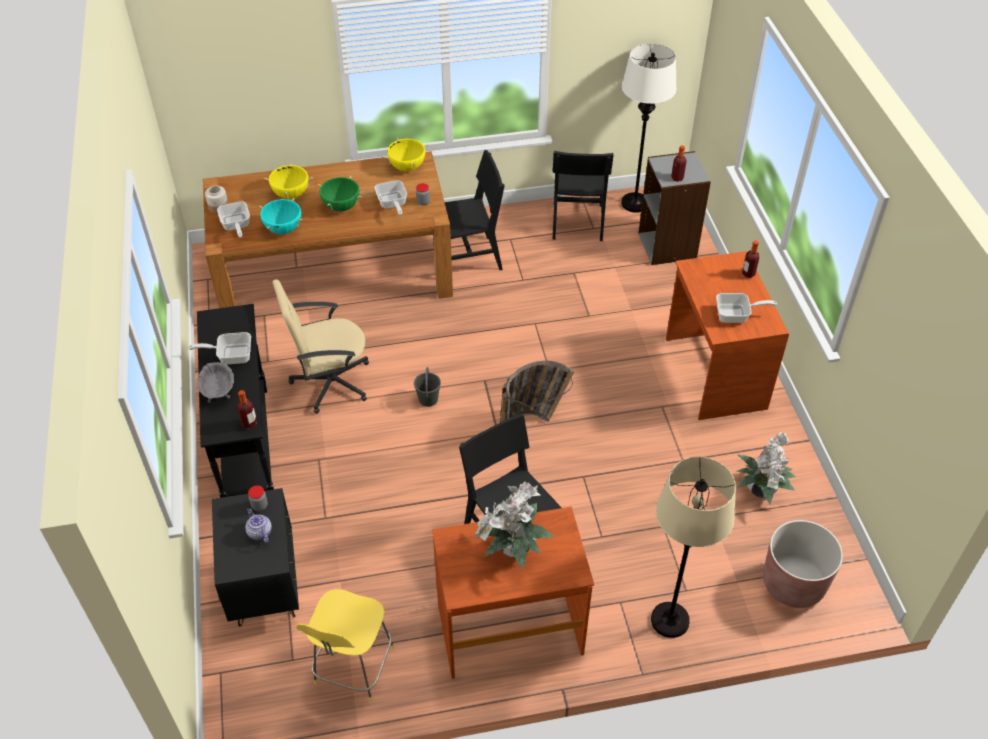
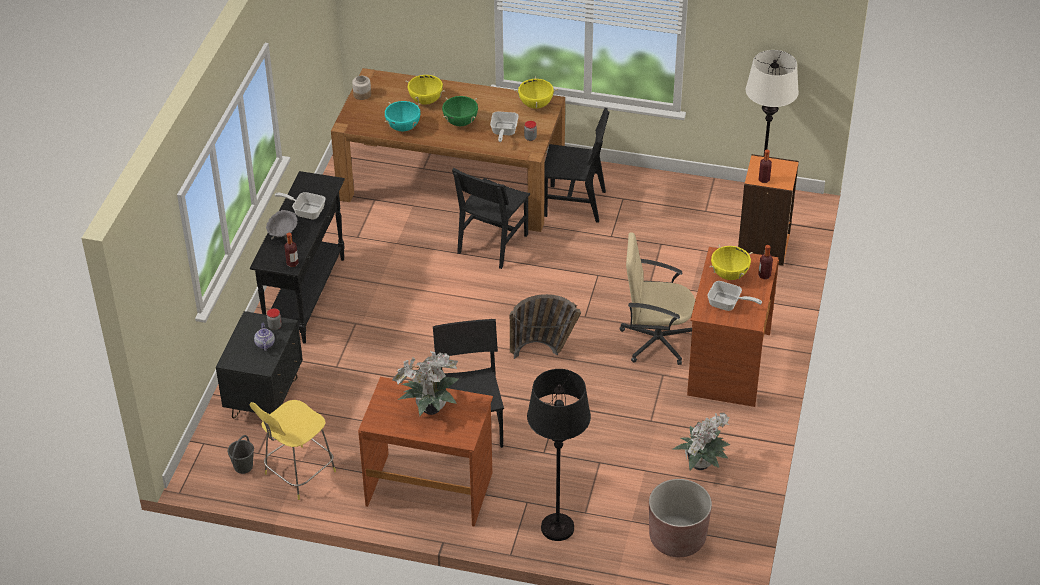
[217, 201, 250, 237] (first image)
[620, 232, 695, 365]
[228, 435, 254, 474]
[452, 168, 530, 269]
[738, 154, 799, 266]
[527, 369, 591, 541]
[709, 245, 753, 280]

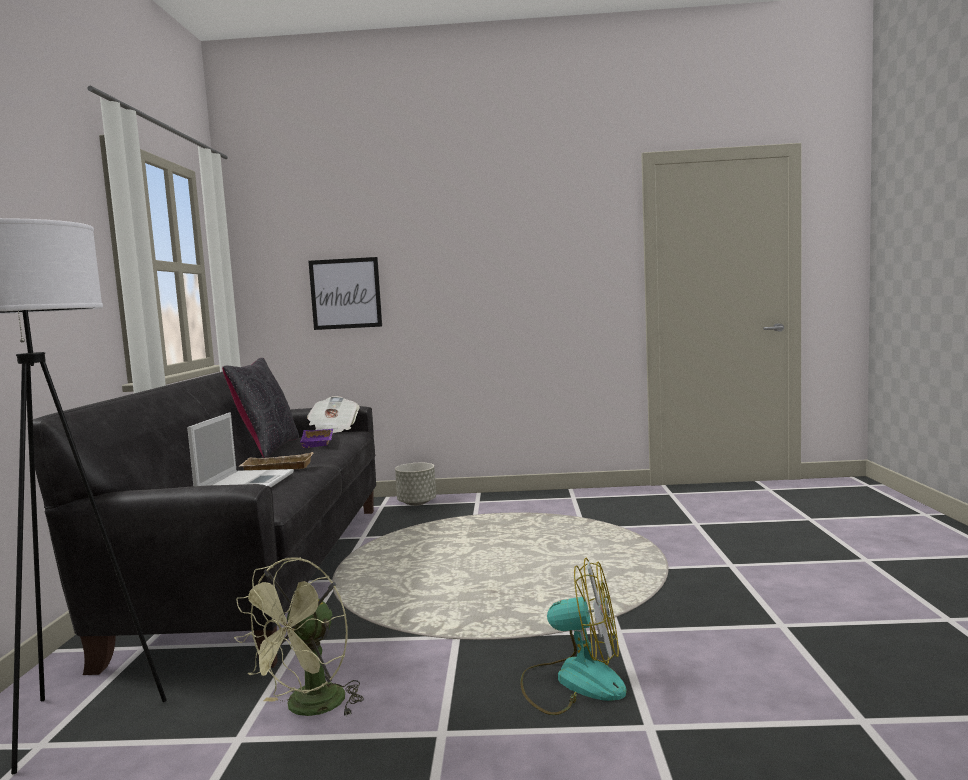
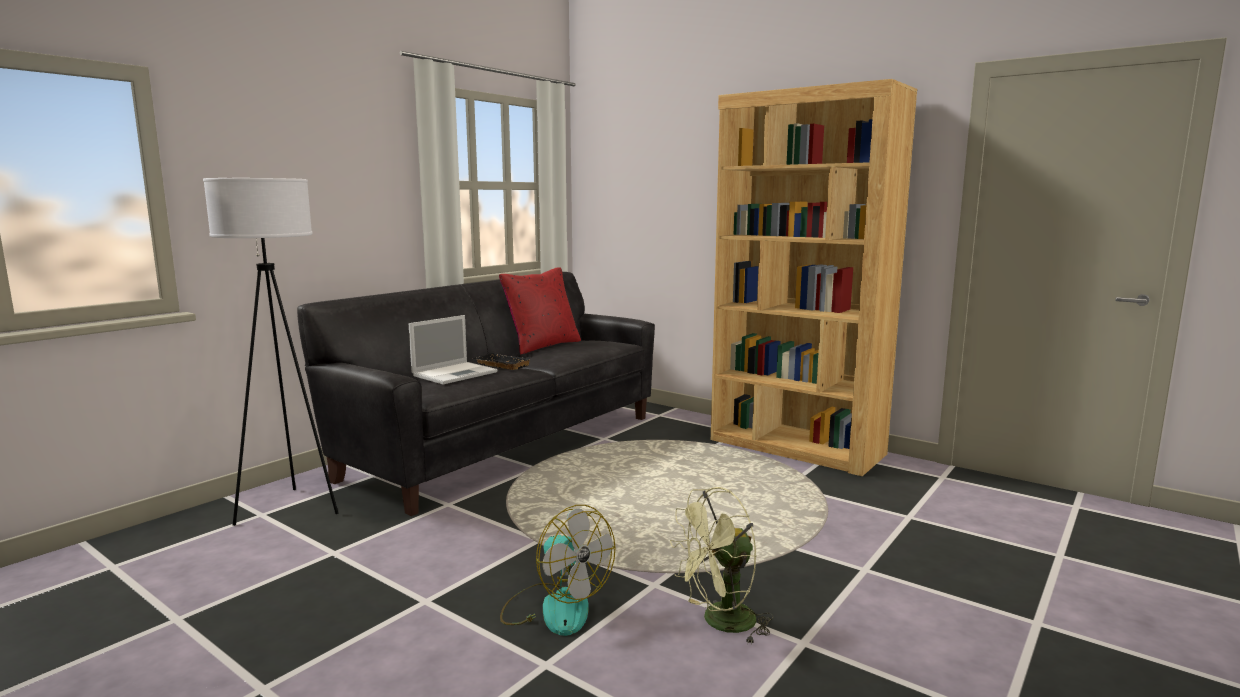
[499, 267, 581, 355]
[670, 487, 774, 645]
[473, 353, 532, 370]
[300, 429, 333, 448] (first image)
[307, 396, 360, 433] (first image)
[309, 257, 382, 330] (first image)
[395, 463, 436, 506] (first image)
[711, 79, 917, 476]

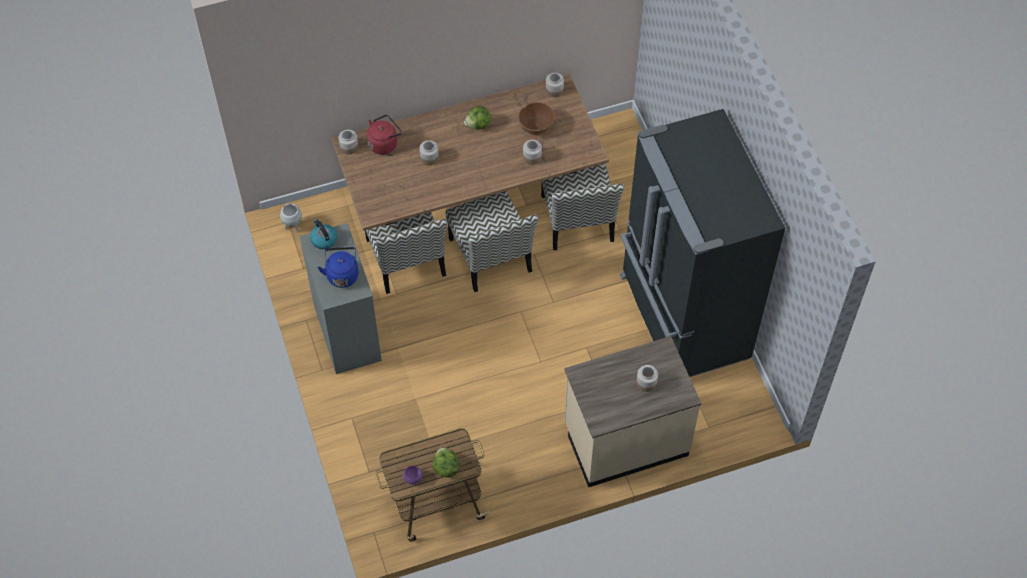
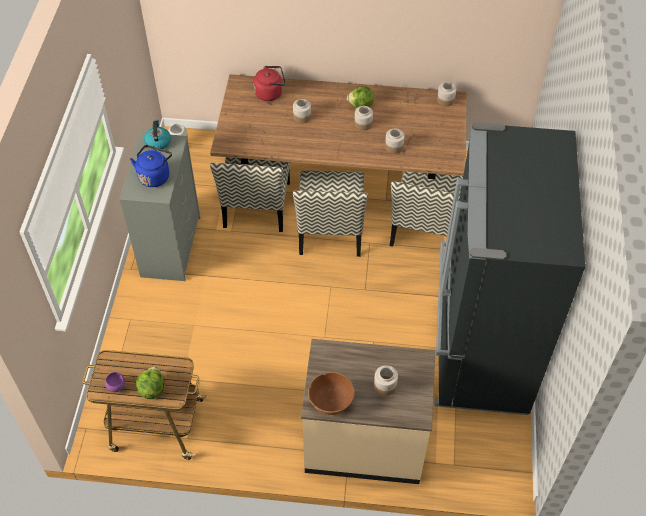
[354, 106, 373, 131]
[308, 372, 355, 415]

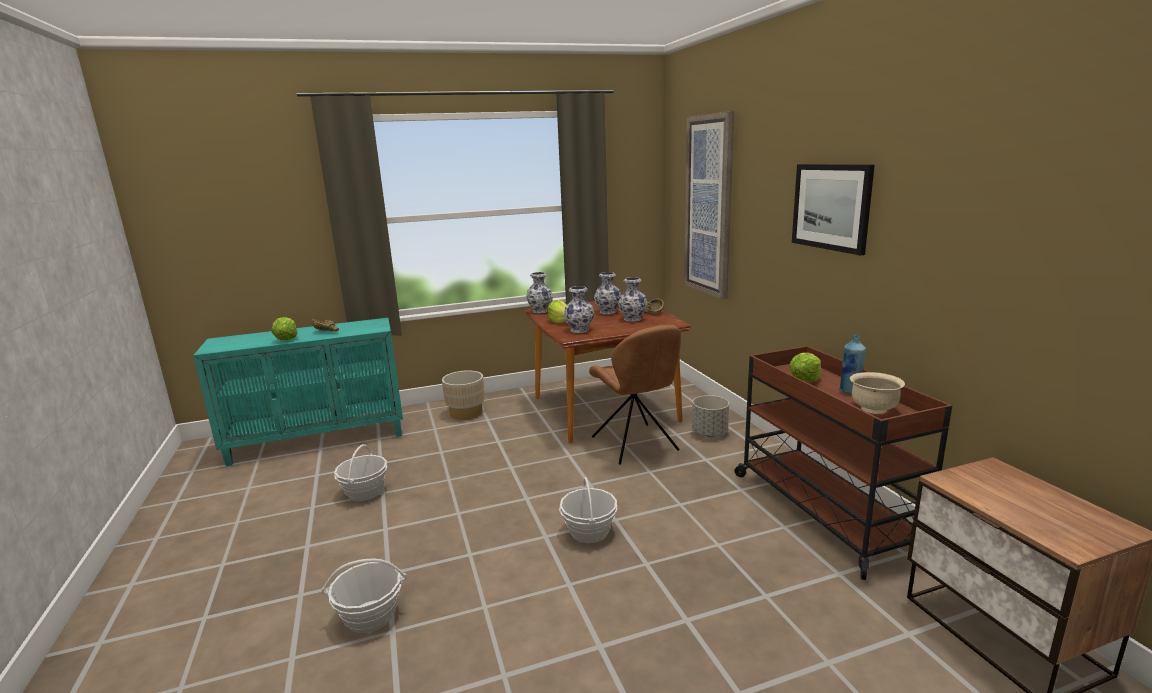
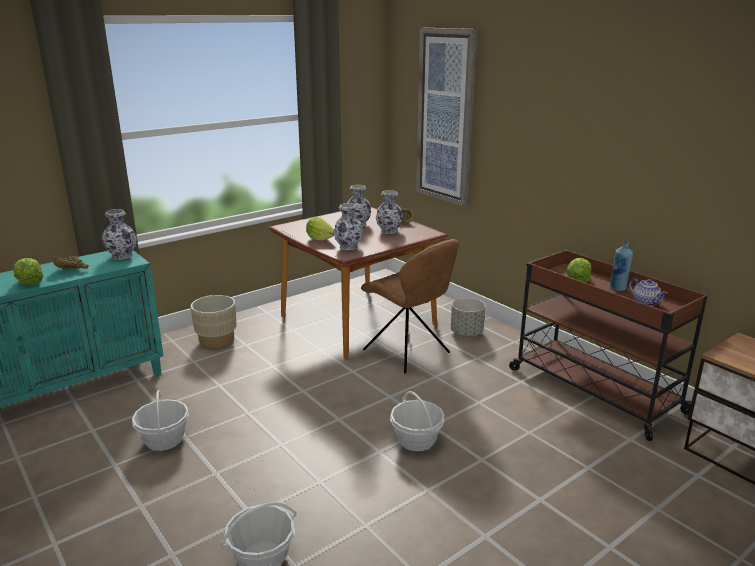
[102, 209, 137, 260]
[792, 164, 875, 255] (first image)
[629, 278, 668, 306]

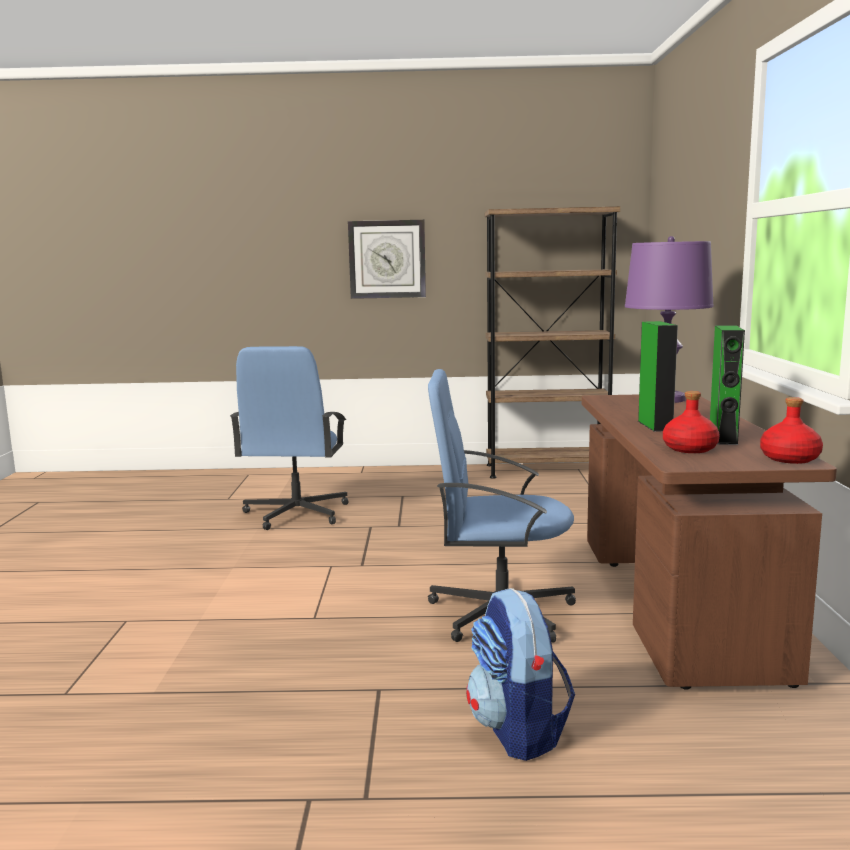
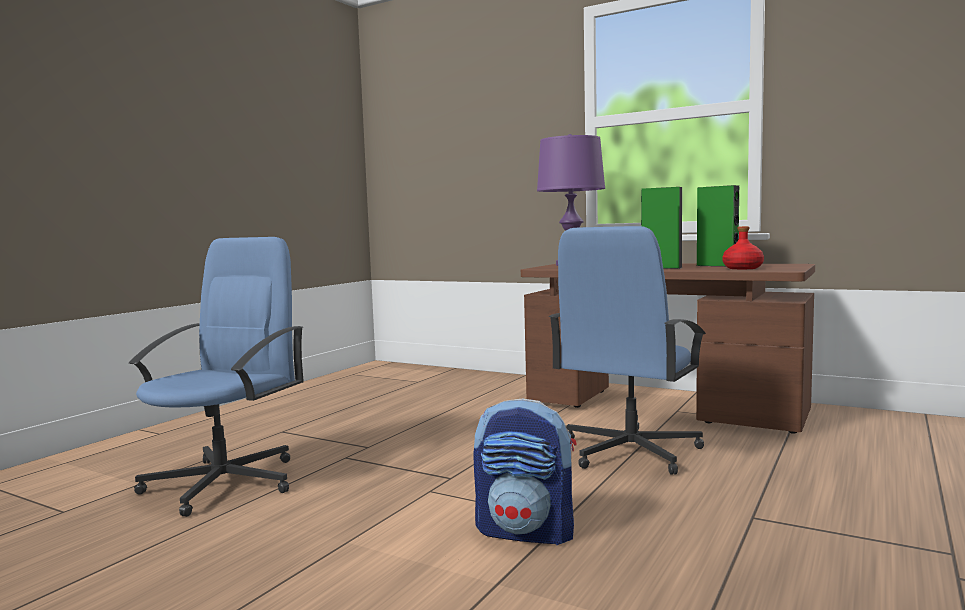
[129, 237, 304, 517]
[348, 220, 426, 299] (first image)
[473, 399, 577, 545]
[485, 207, 620, 479] (first image)
[760, 397, 823, 464] (first image)

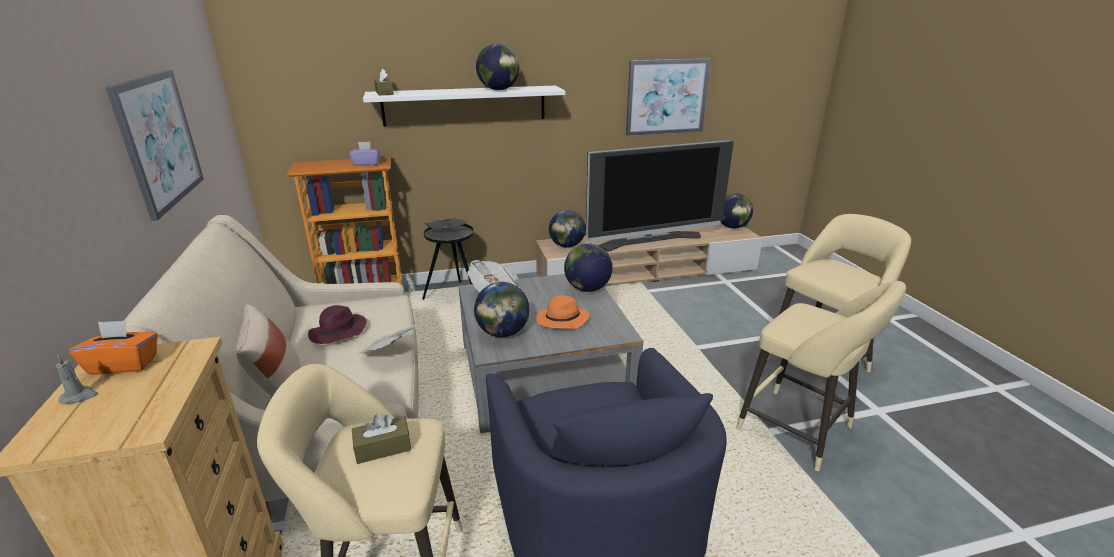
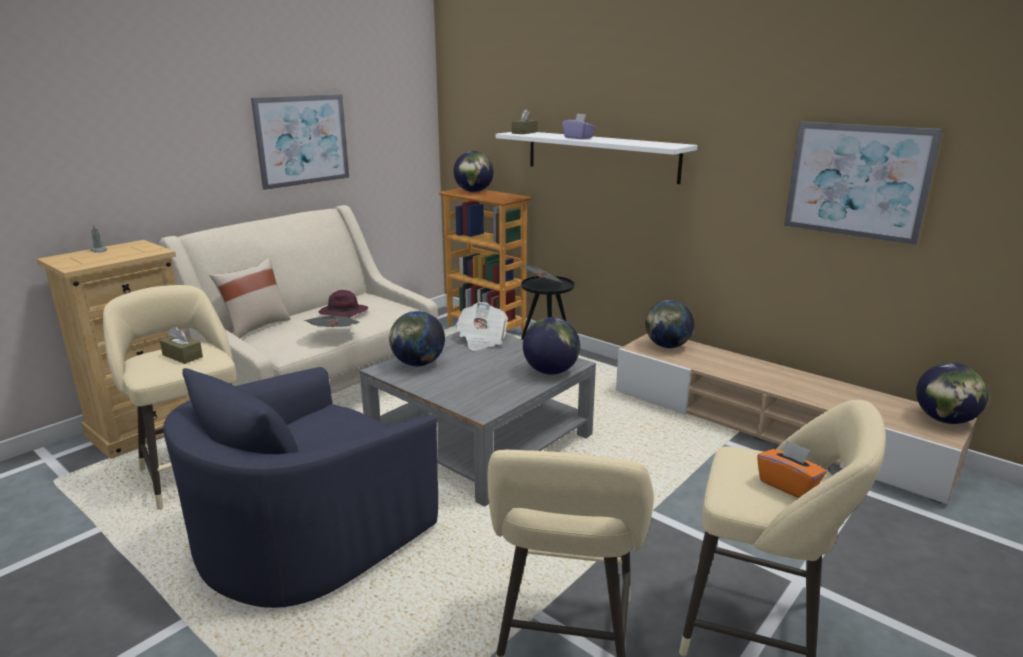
[757, 440, 826, 498]
[562, 113, 596, 139]
[453, 151, 494, 192]
[536, 295, 589, 329] (first image)
[586, 140, 734, 252] (first image)

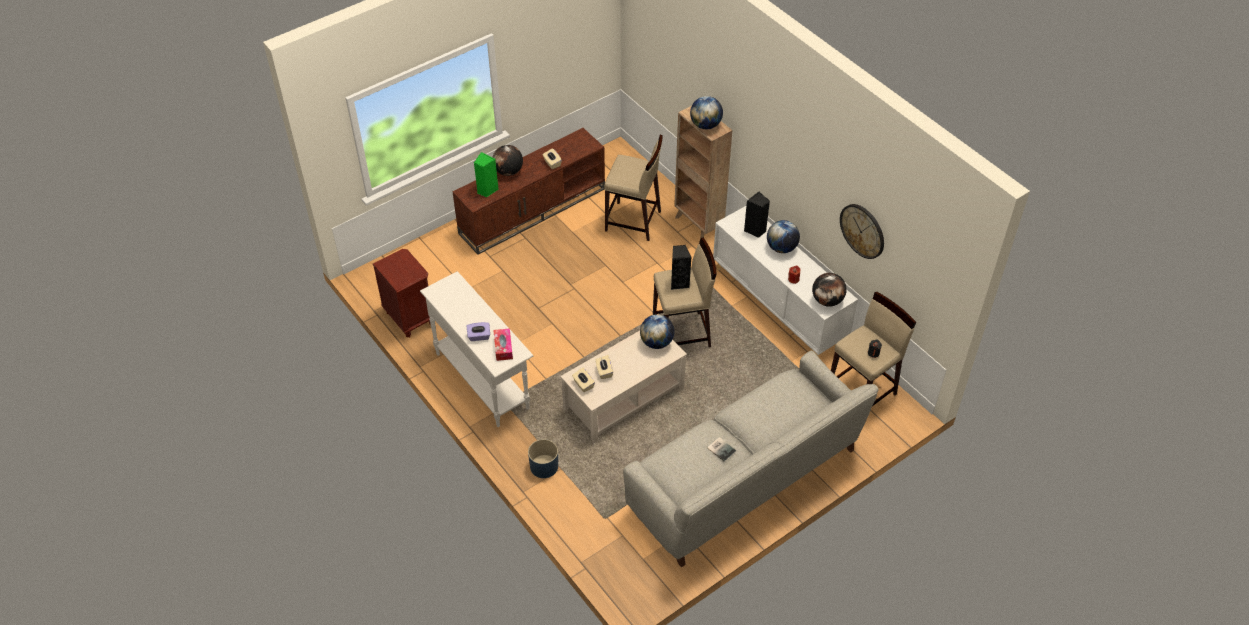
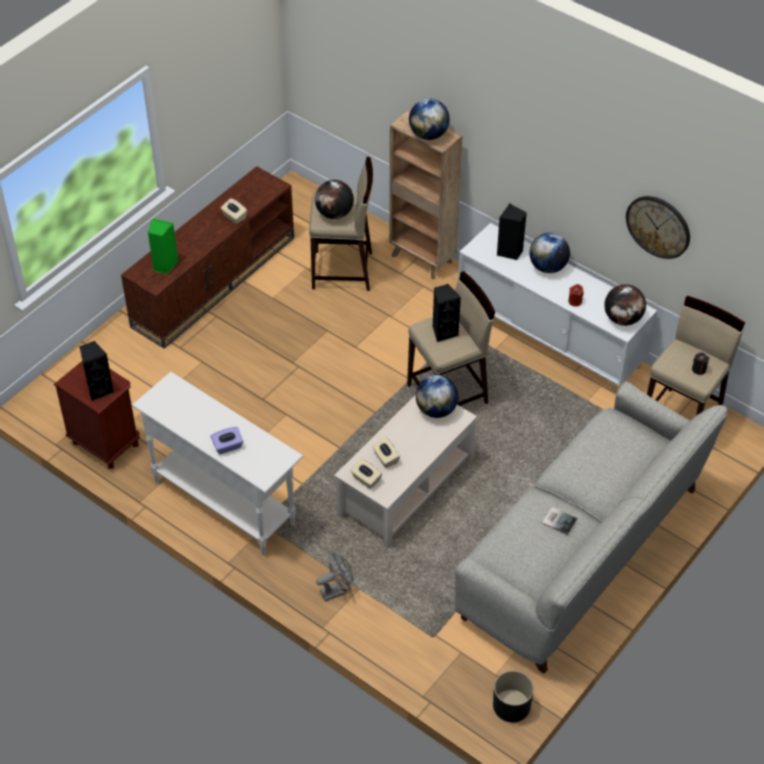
[315, 180, 354, 219]
[493, 328, 513, 361] (first image)
[316, 553, 354, 601]
[79, 341, 114, 401]
[493, 671, 534, 722]

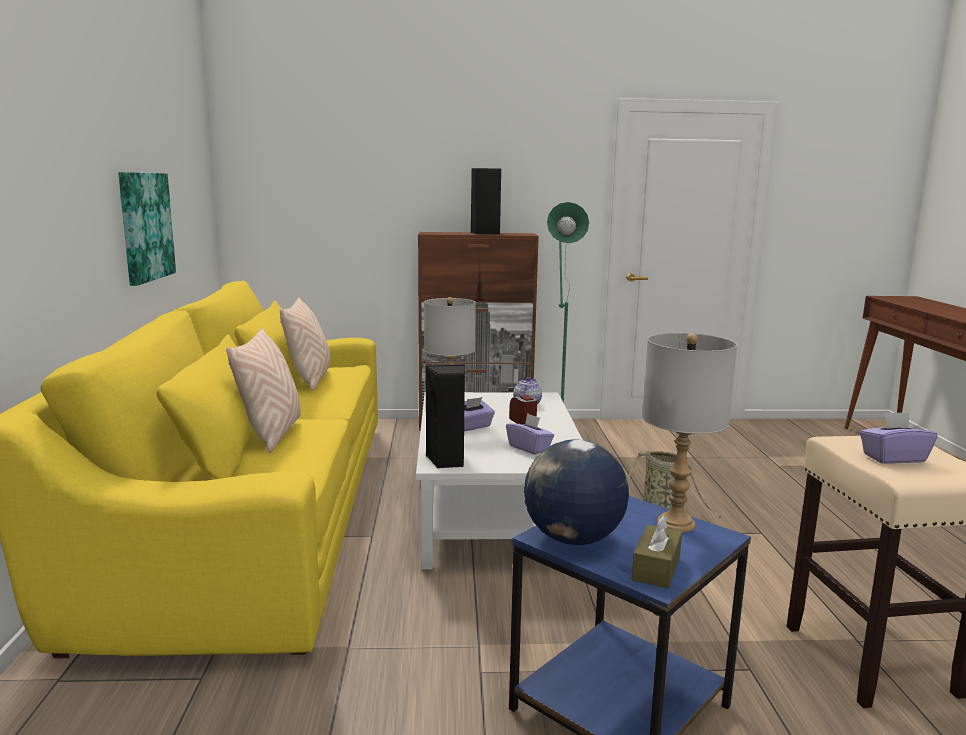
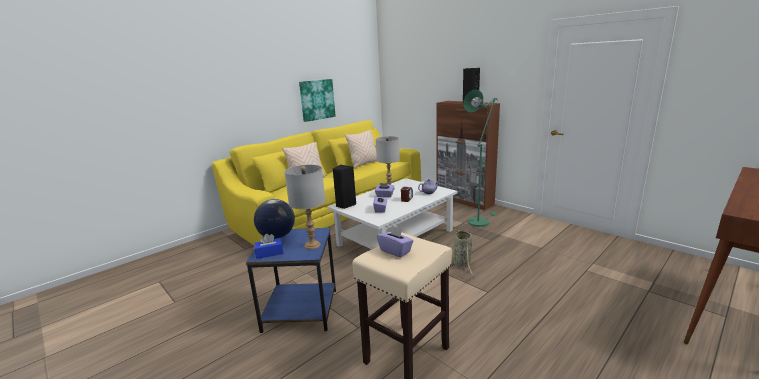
[254, 234, 283, 259]

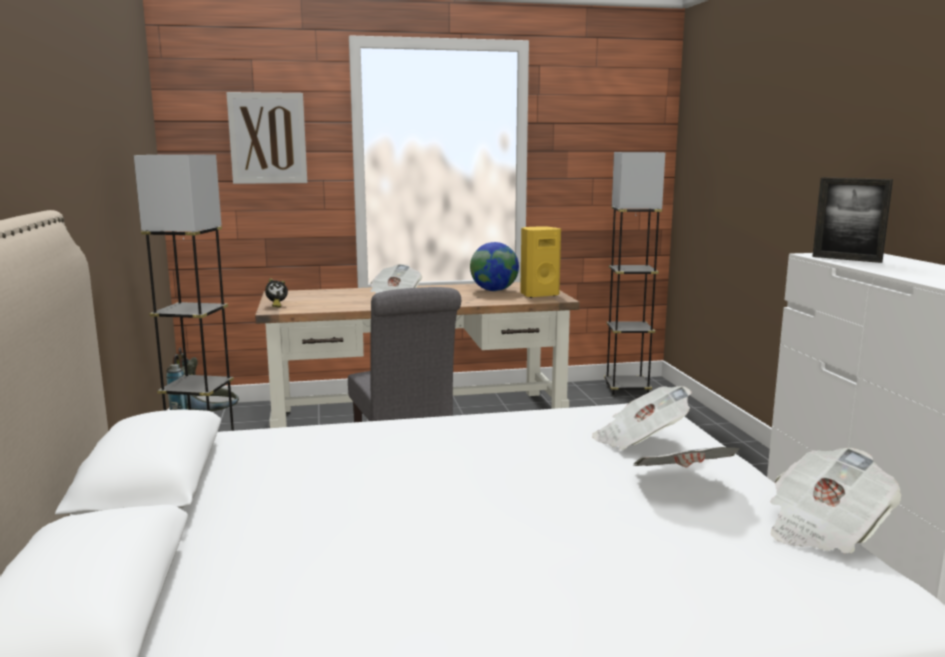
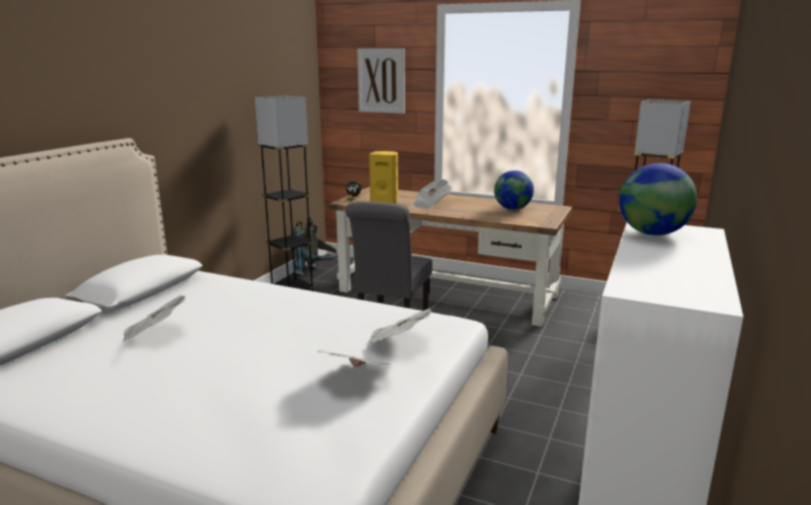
[369, 151, 398, 204]
[123, 295, 185, 342]
[619, 163, 697, 235]

